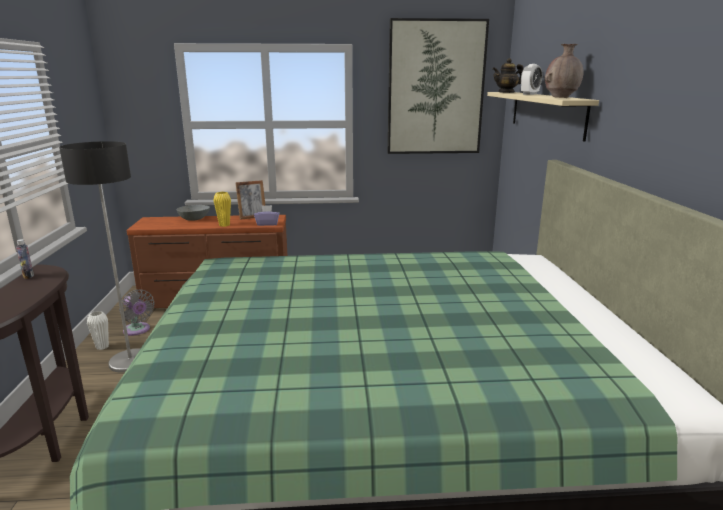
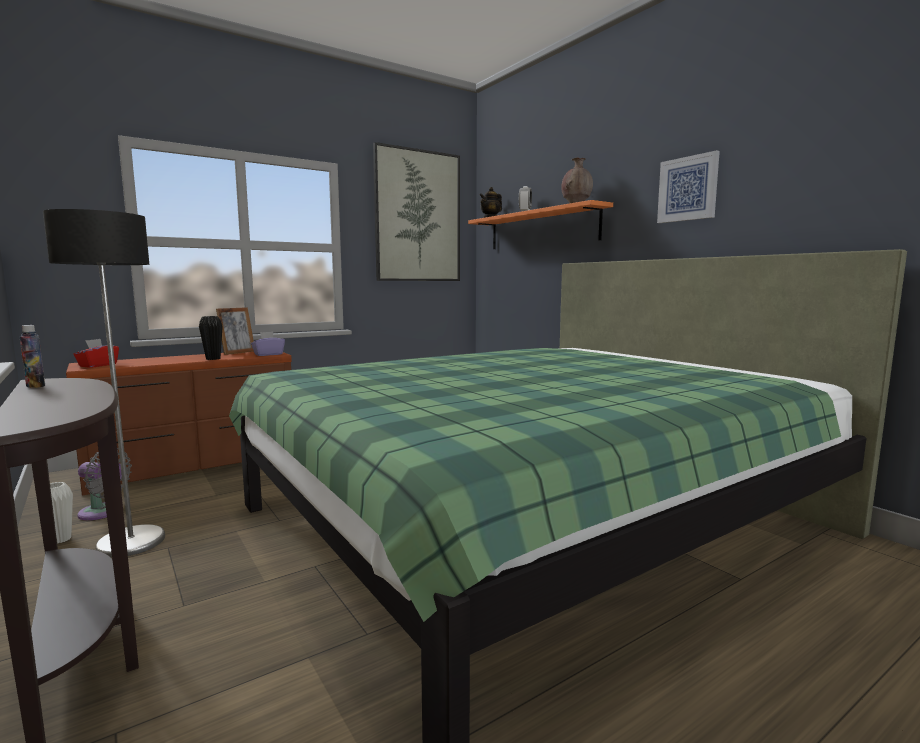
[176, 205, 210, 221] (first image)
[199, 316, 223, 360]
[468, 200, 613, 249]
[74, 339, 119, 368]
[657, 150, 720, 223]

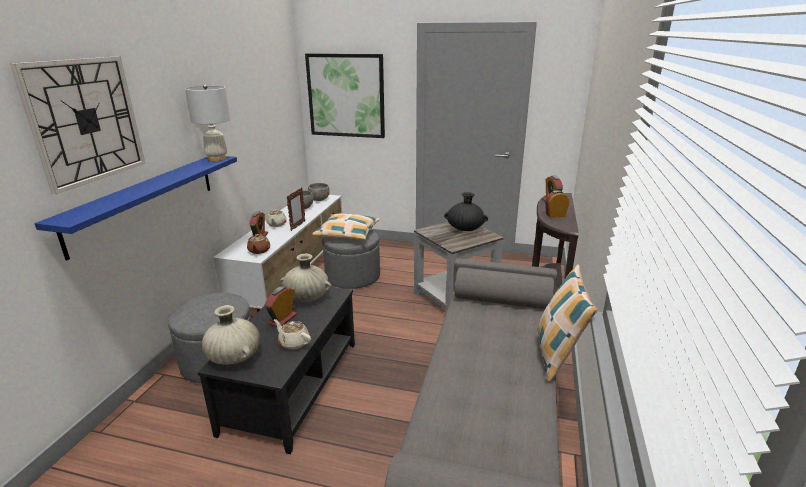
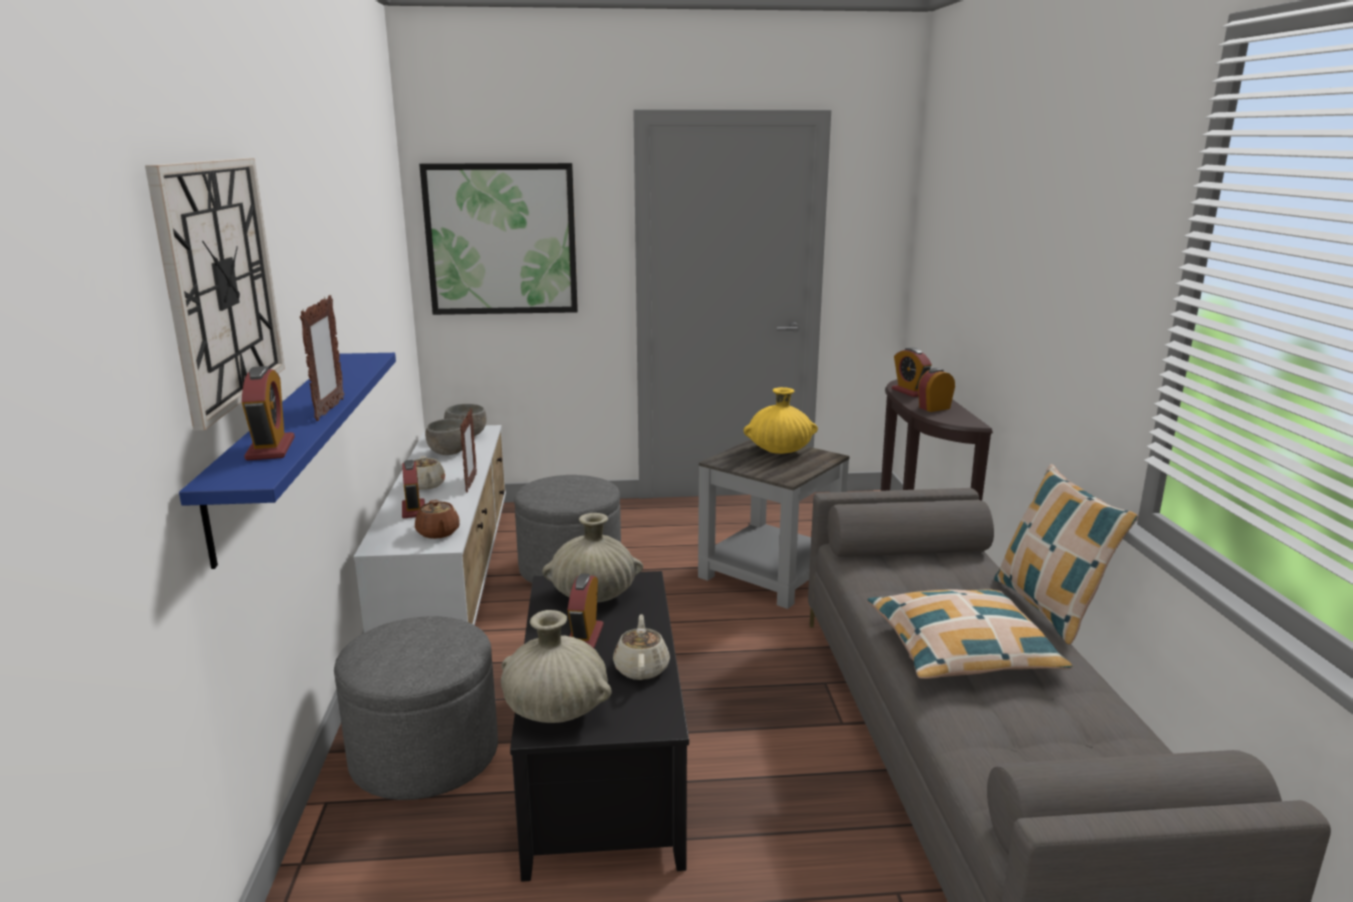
[185, 85, 230, 161] (first image)
[613, 614, 670, 680]
[867, 590, 1073, 679]
[744, 387, 818, 454]
[242, 366, 295, 461]
[300, 295, 344, 421]

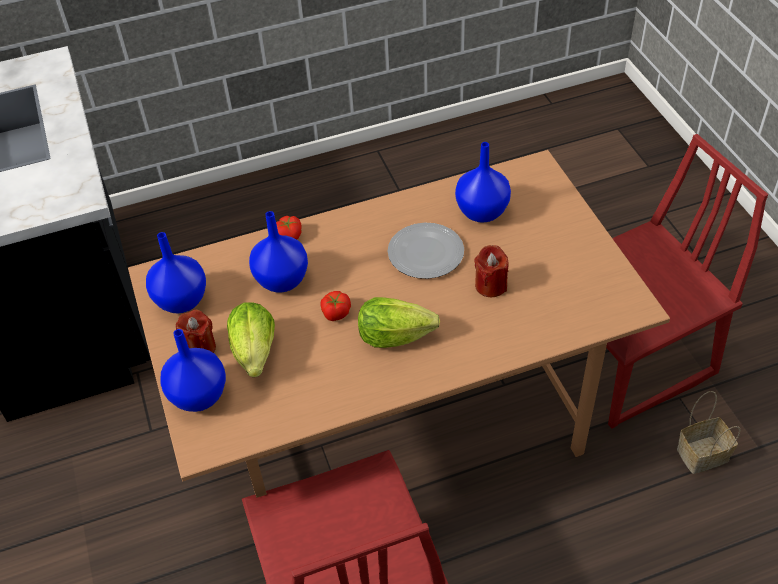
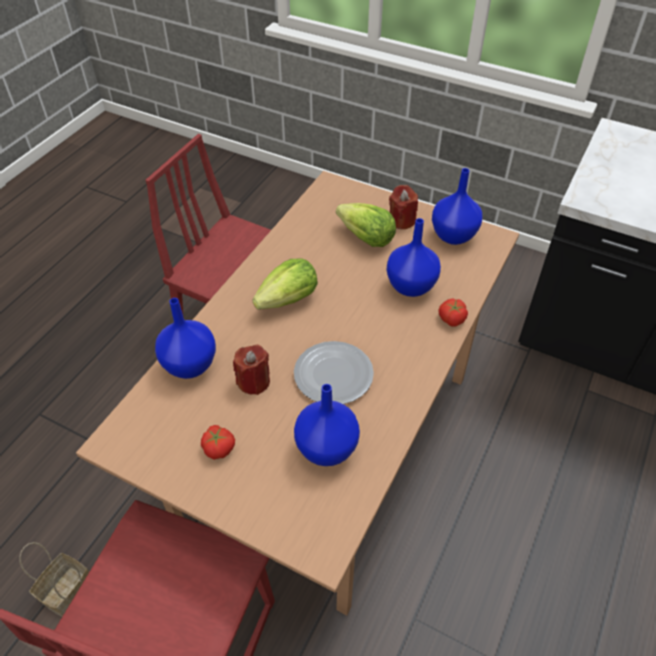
[155, 298, 216, 379]
[201, 425, 235, 460]

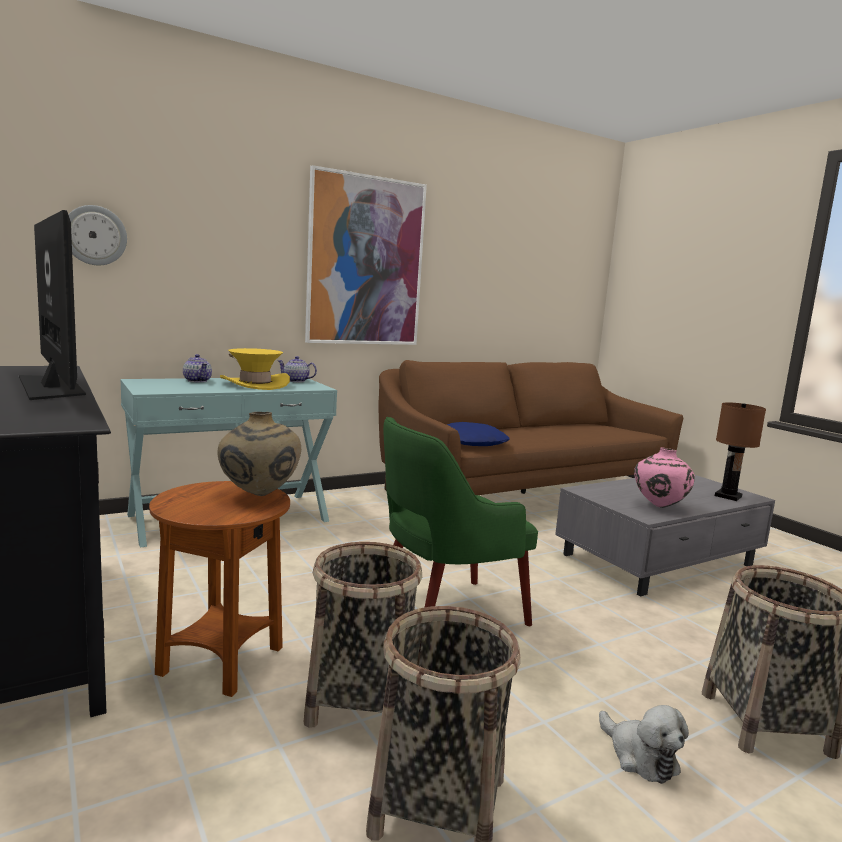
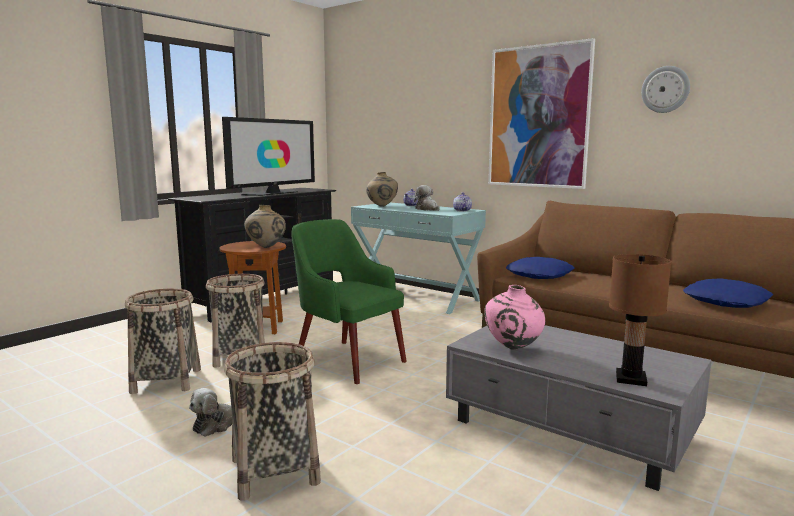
[641, 66, 690, 113]
[414, 185, 440, 211]
[366, 172, 398, 207]
[683, 278, 773, 308]

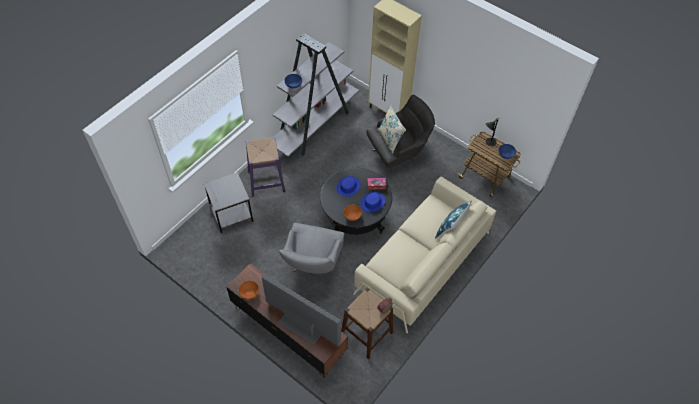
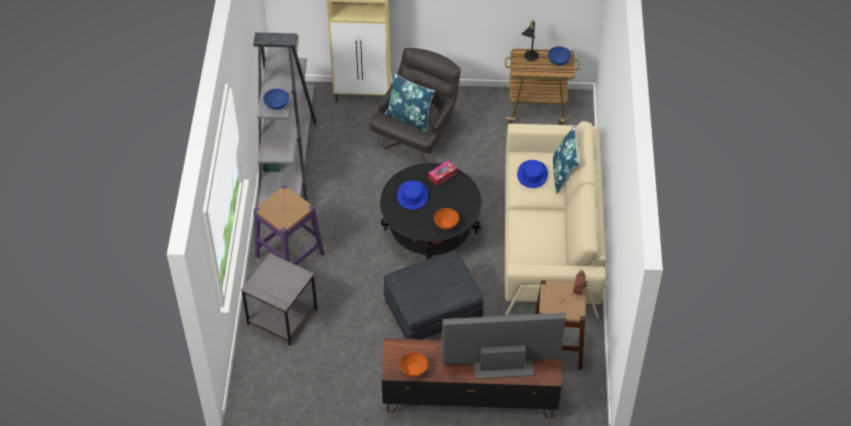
[384, 251, 484, 339]
[517, 160, 548, 188]
[385, 73, 436, 133]

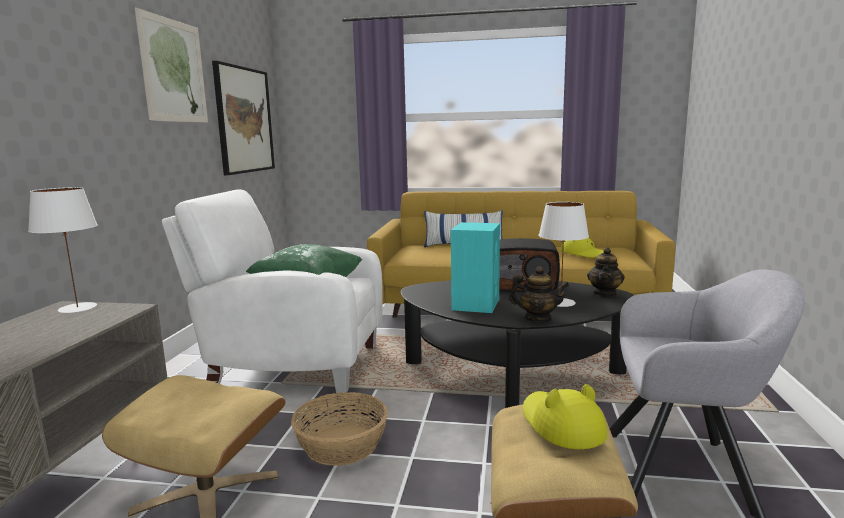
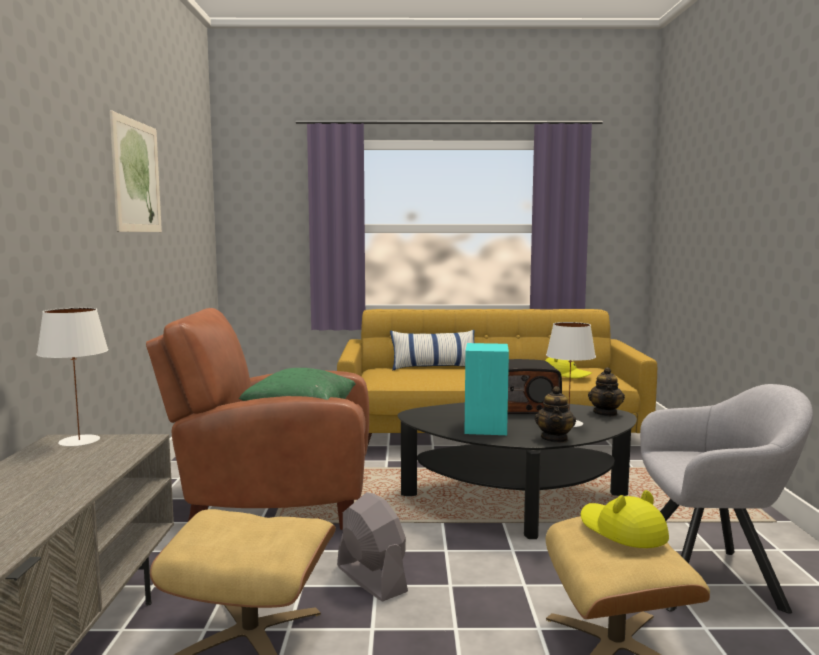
[146, 308, 369, 530]
[212, 61, 275, 175] (first image)
[337, 492, 408, 601]
[535, 386, 576, 443]

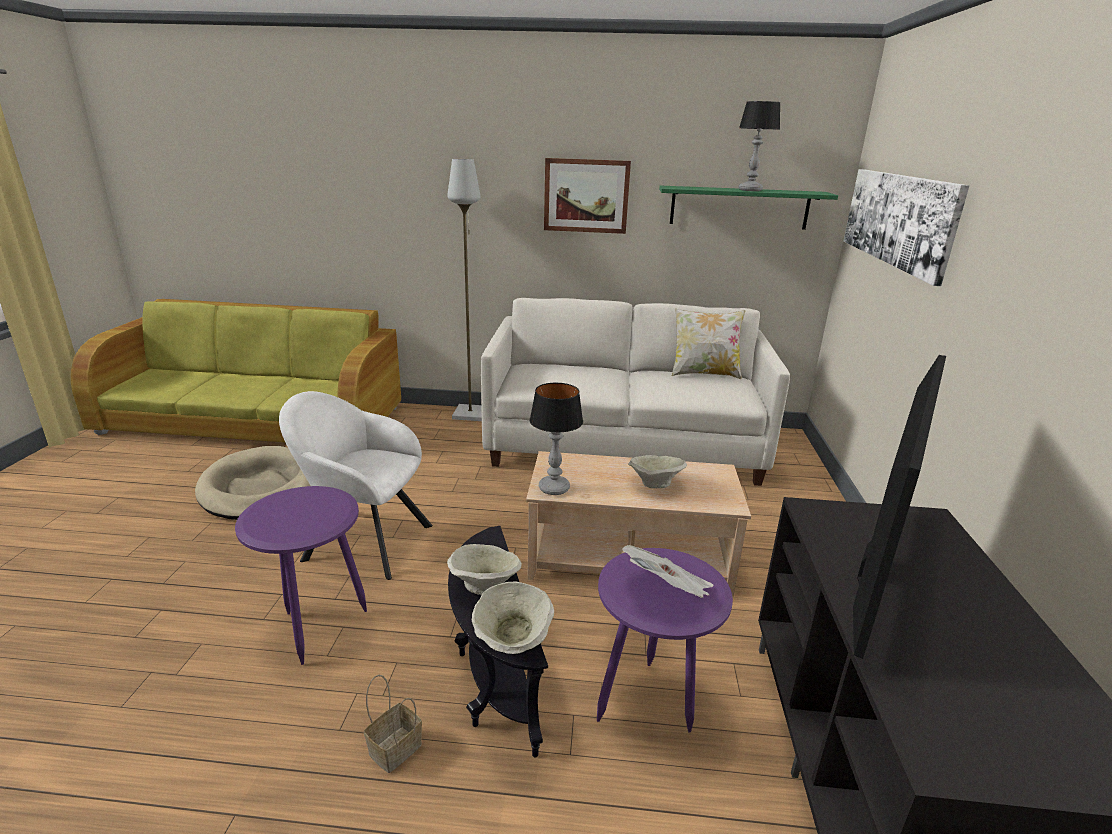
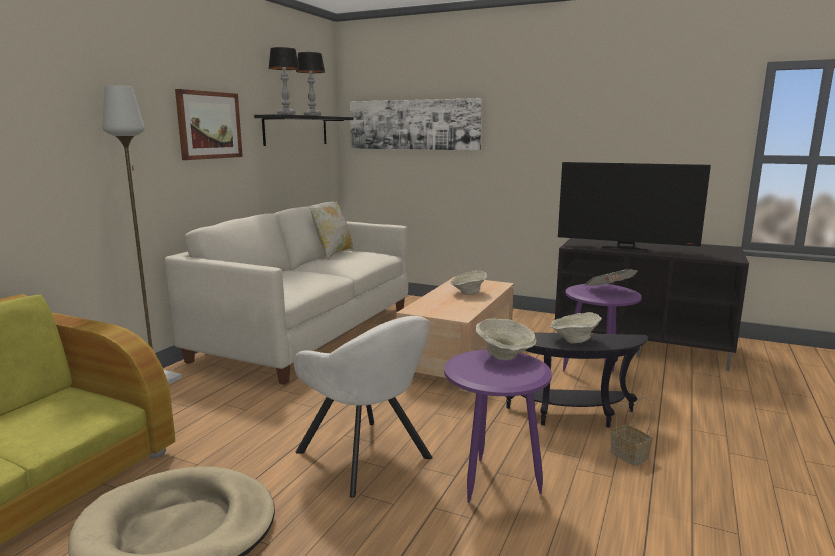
[294, 316, 433, 498]
[476, 319, 537, 361]
[269, 47, 300, 115]
[254, 114, 353, 146]
[558, 162, 711, 251]

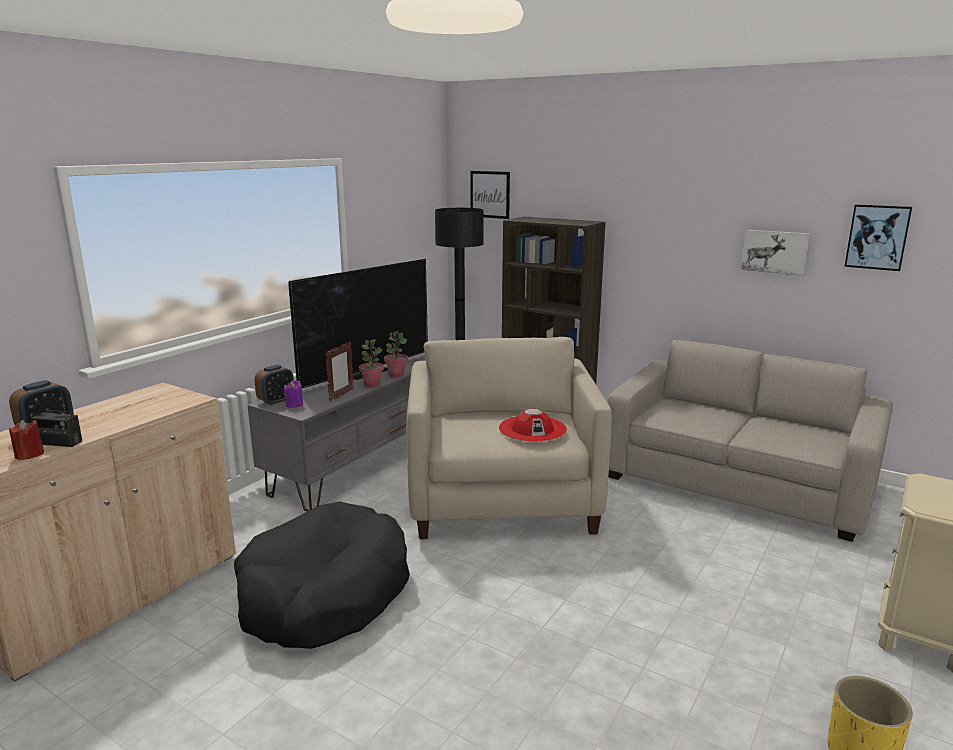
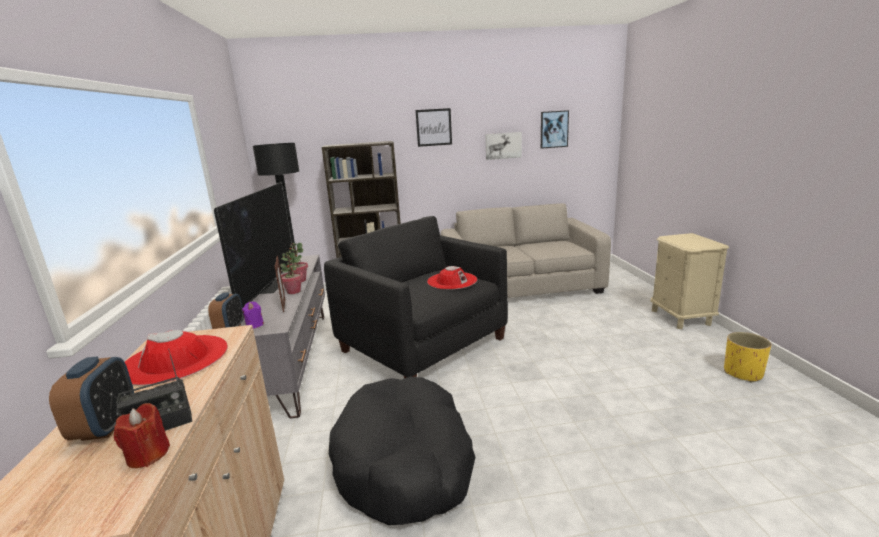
[324, 216, 508, 378]
[416, 108, 452, 147]
[125, 330, 228, 386]

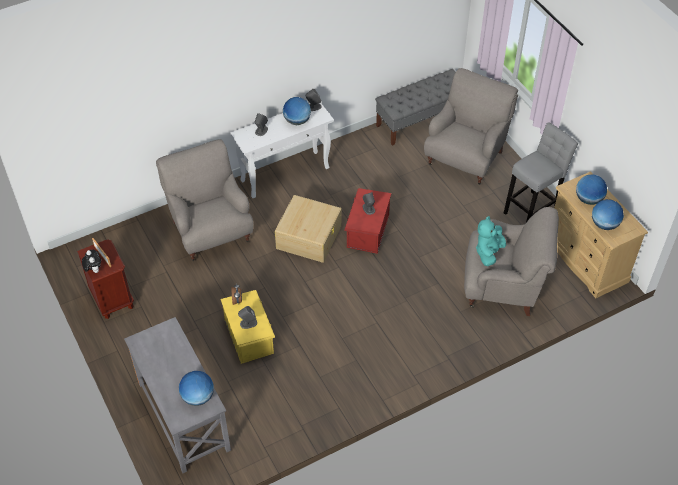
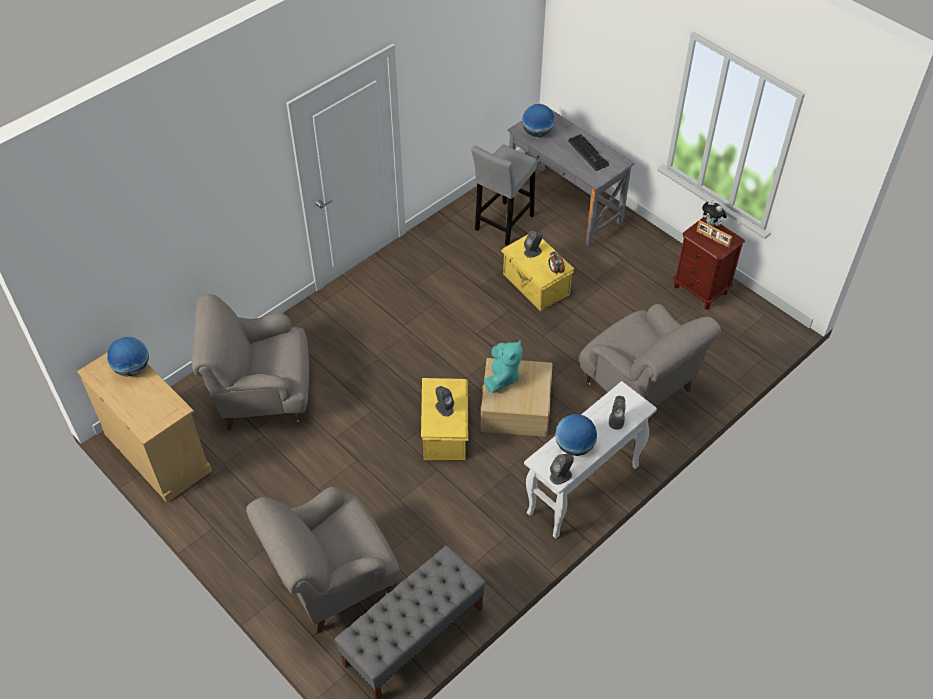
[421, 378, 469, 460]
[246, 487, 400, 634]
[484, 340, 523, 393]
[471, 144, 537, 246]
[576, 174, 607, 205] (first image)
[568, 134, 609, 171]

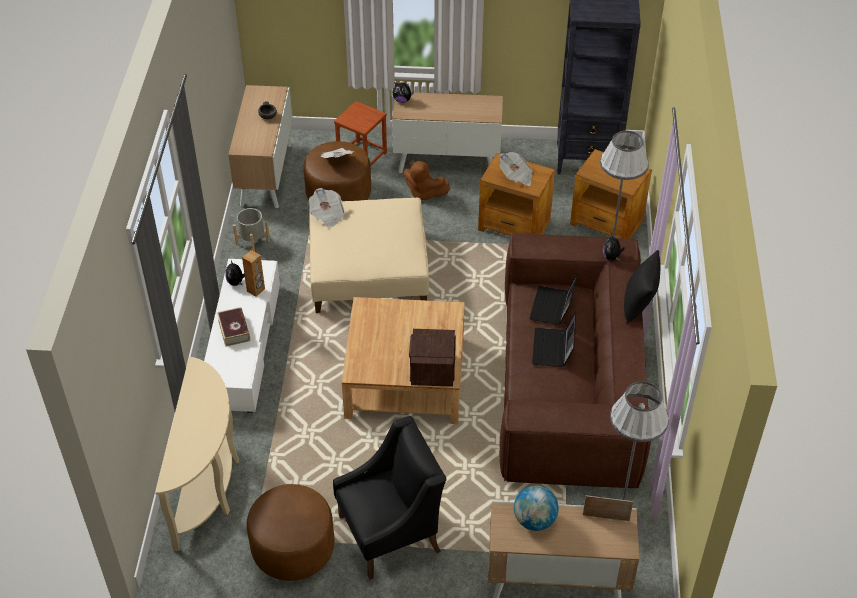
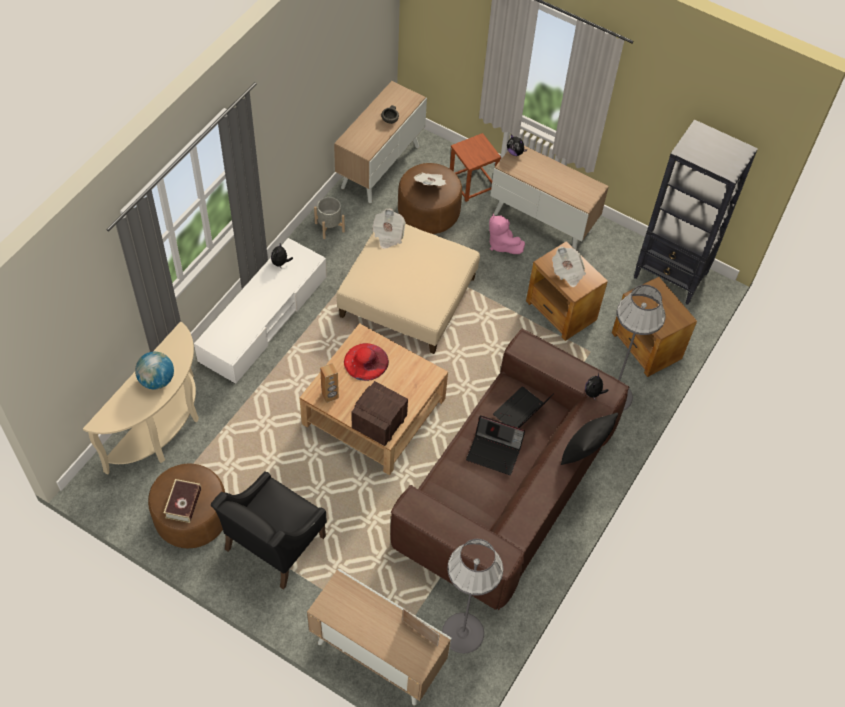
[164, 479, 201, 523]
[320, 363, 339, 403]
[211, 471, 327, 590]
[489, 214, 525, 254]
[135, 352, 174, 390]
[466, 415, 525, 475]
[344, 343, 389, 381]

